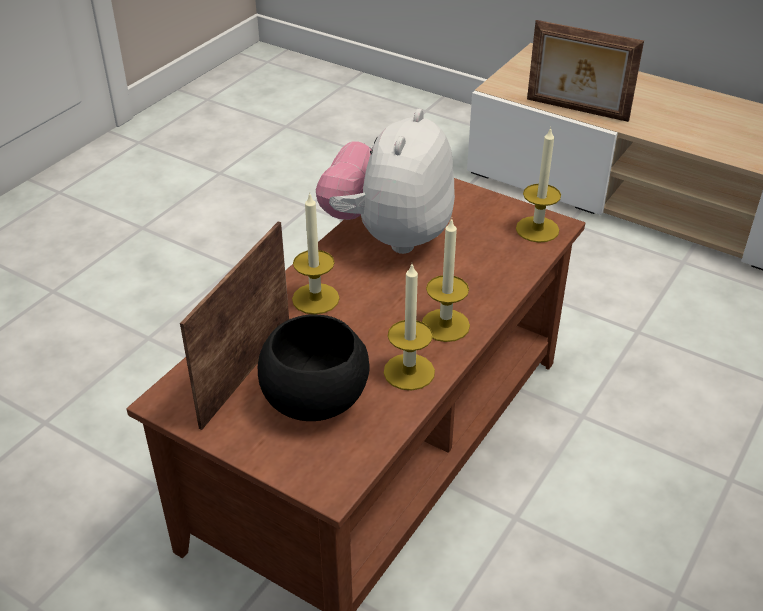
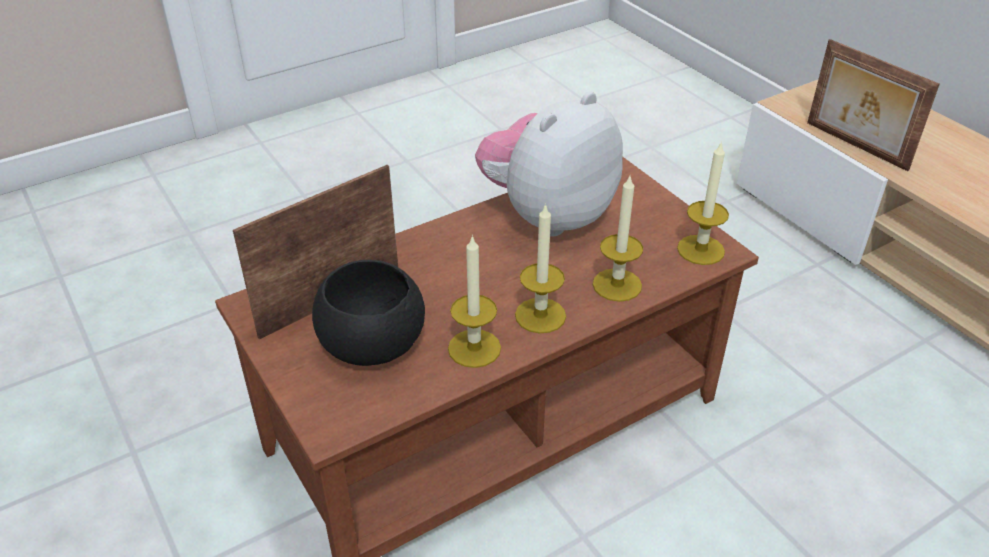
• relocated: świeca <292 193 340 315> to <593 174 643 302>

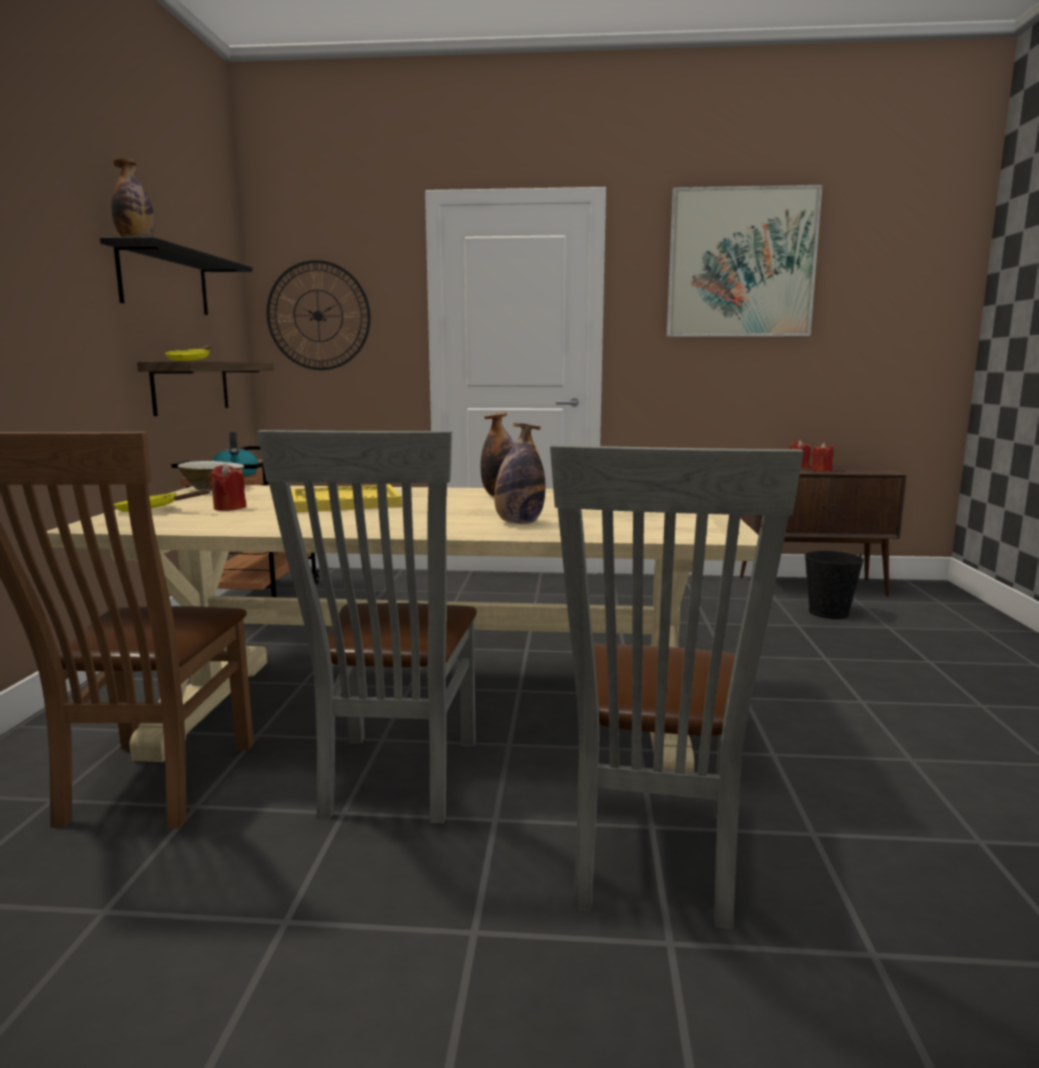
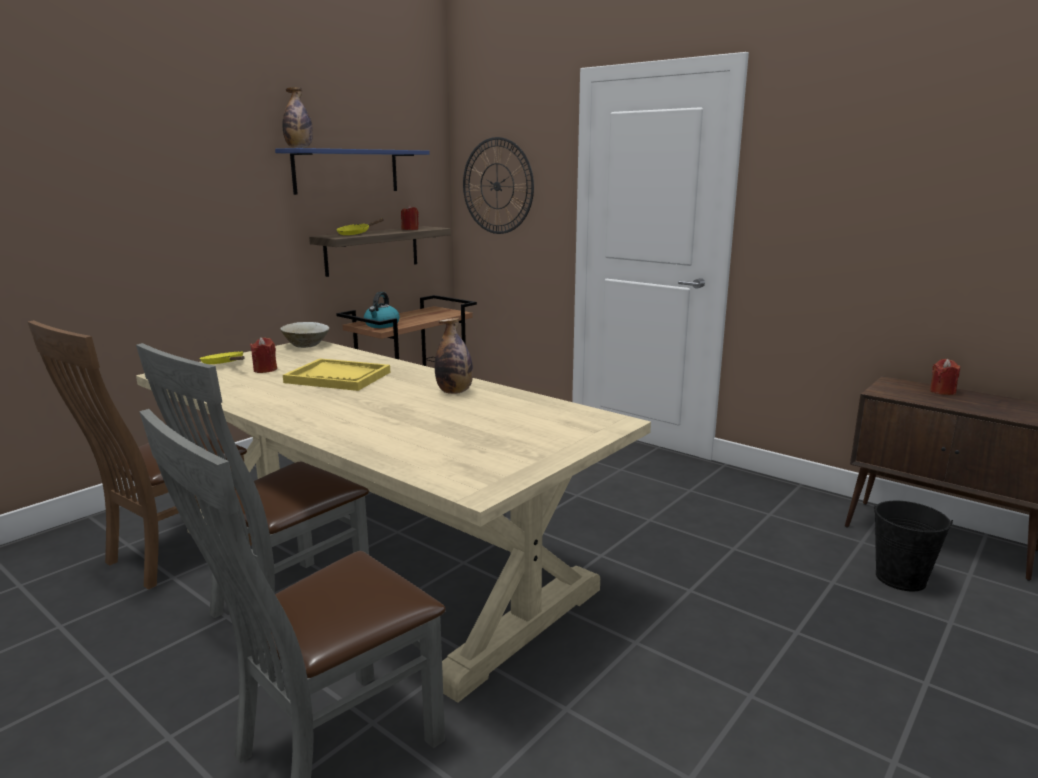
• colour: półka (czarny) <100 237 253 315> to półka (niebieski) <275 148 430 195>
• missing: butelka <494 423 546 524>
• missing: obraz <667 185 823 337>
• relocated: świeca (czerwony) <812 442 833 472> to <401 205 419 230>

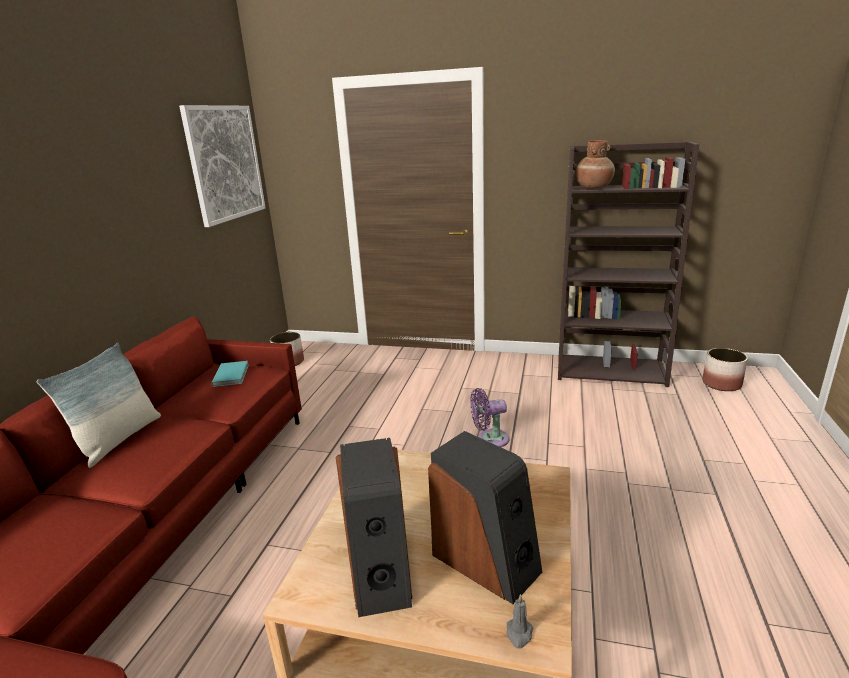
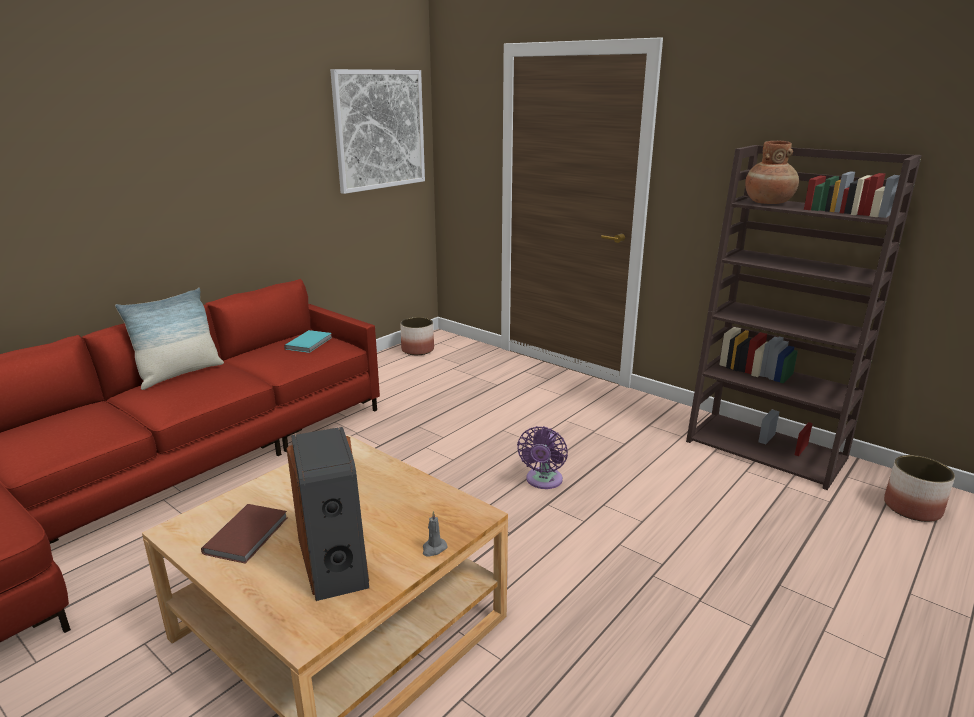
• exchanged: głośnik <336 438 412 617> to książka (brązowy) <201 504 287 564>
• spun: wentylator (fioletowy) <470 388 509 447> = <517 426 568 489> 90 degrees counterclockwise
• relocated: świeca (szary) <506 594 533 649> to <423 511 448 556>

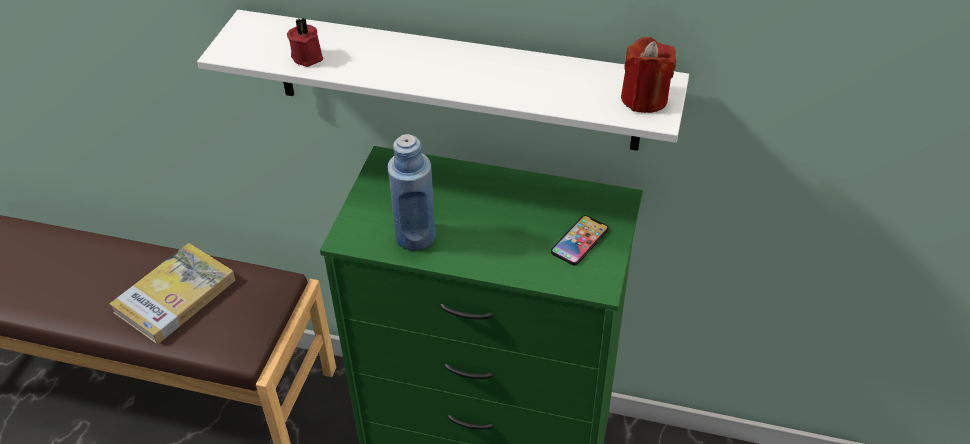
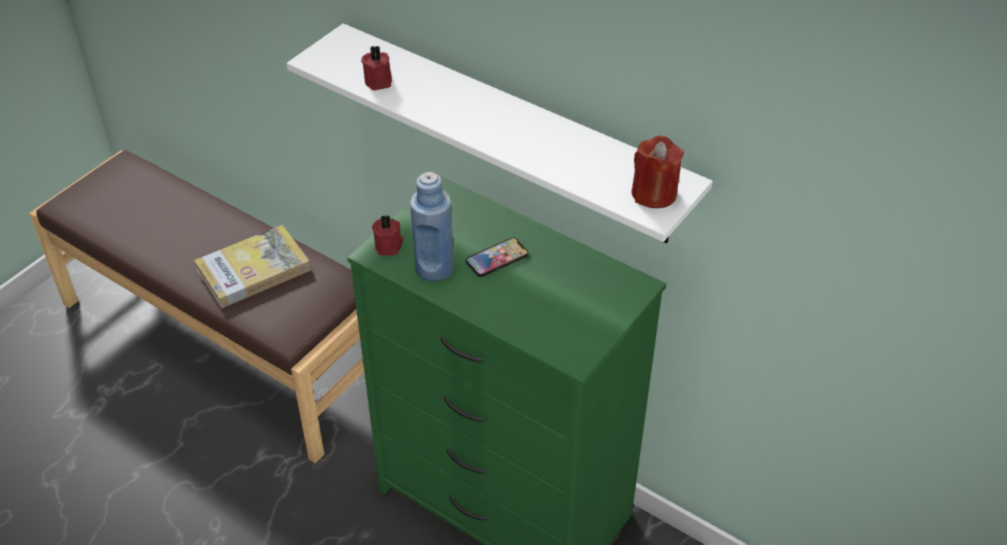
• relocated: telefon <551 215 609 265> to <466 238 529 277>
• appeared: świeca (czerwony) <372 215 404 256>

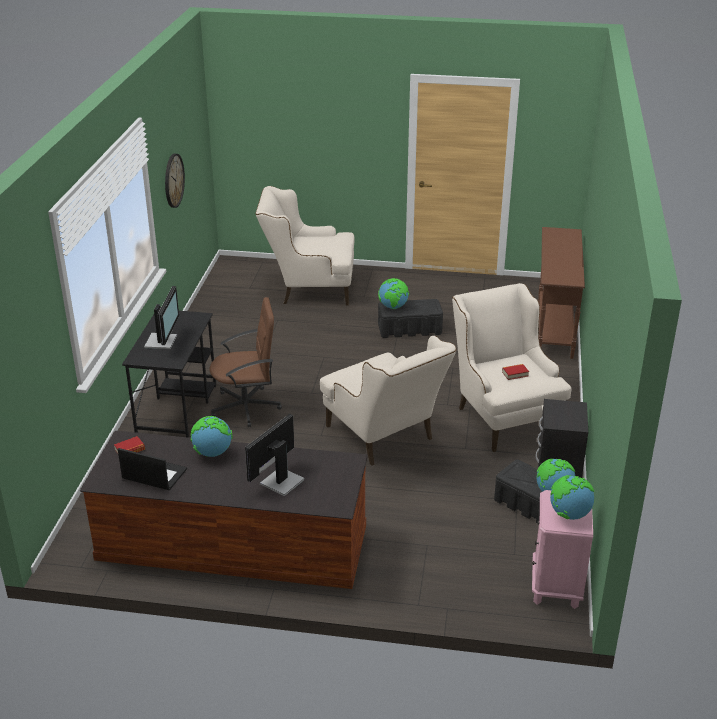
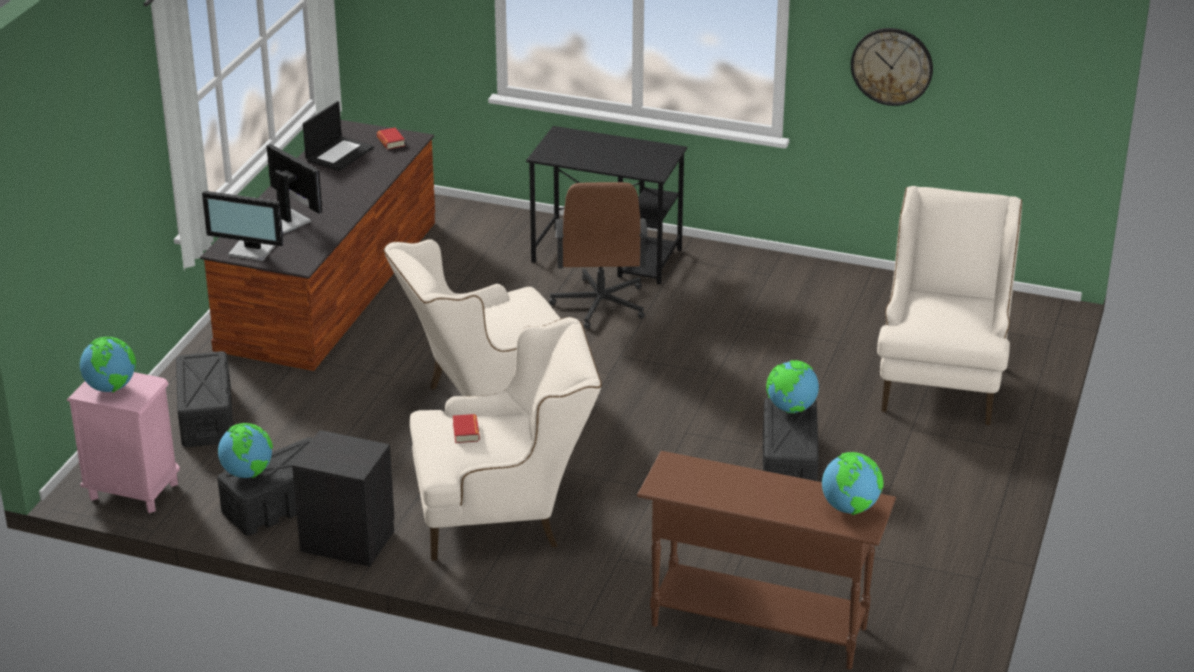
• relocated: monitor <144 286 179 350> to <202 191 283 261>
• relocated: globus <191 416 232 457> to <822 452 883 515>
• appeared: pojemnik do przechowywania (czarny) <176 351 233 447>

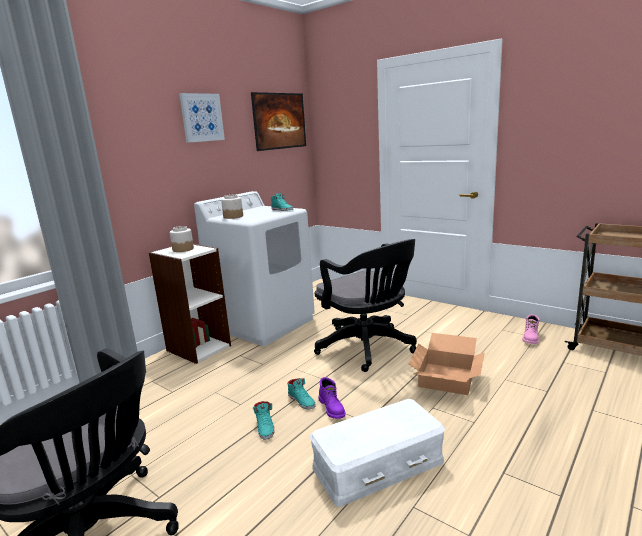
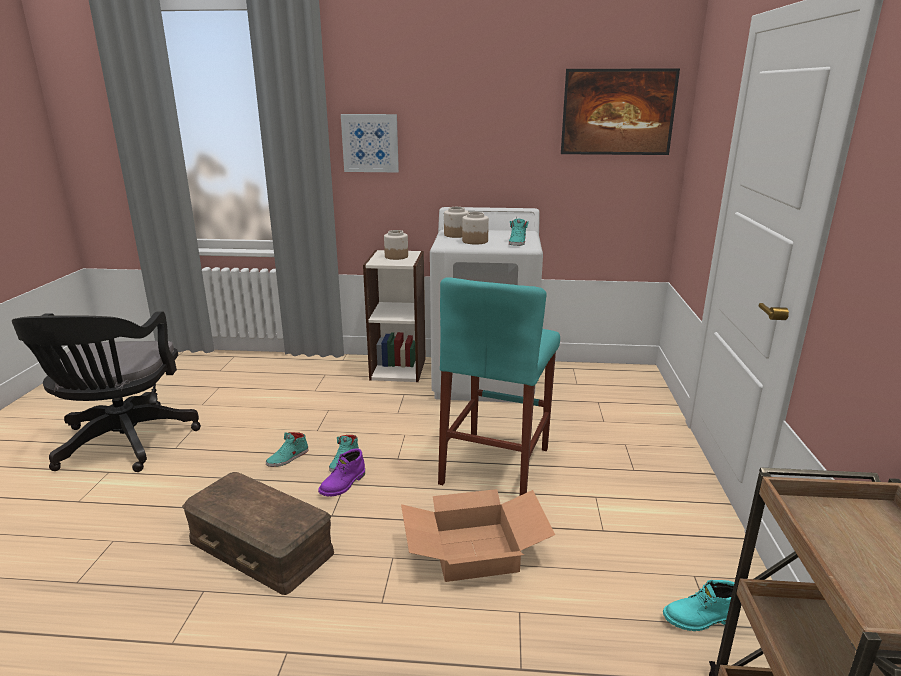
• relocated: obraz <179 93 225 143> to <341 114 399 172>
• colour: pojemnik do przechowywania (biały) <309 399 445 507> to pojemnik do przechowywania (brązowy) <182 472 334 595>
• exchanged: krzesło biurowe (czarny) <314 239 417 372> to stołek (turkusowy) <438 277 560 496>
• colour: but z cholewką (różowy) <522 314 540 344> to but z cholewką (turkusowy) <663 580 735 631>
• appeared: słoik <462 212 489 244>

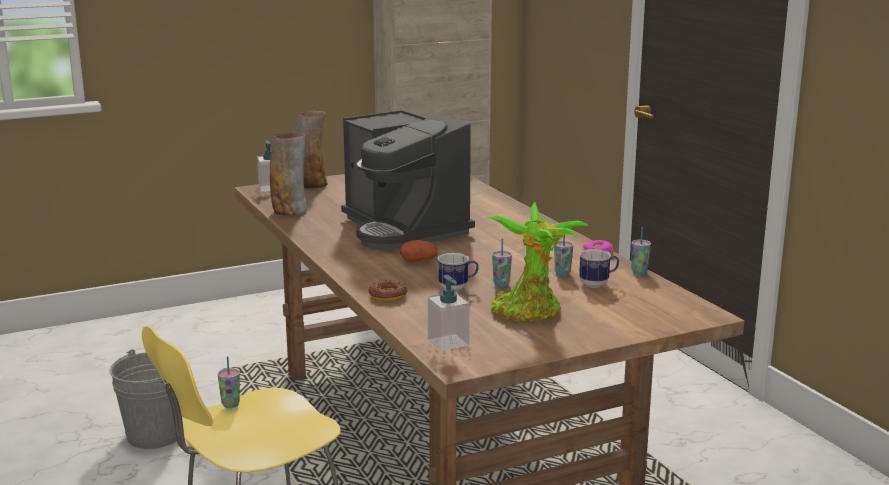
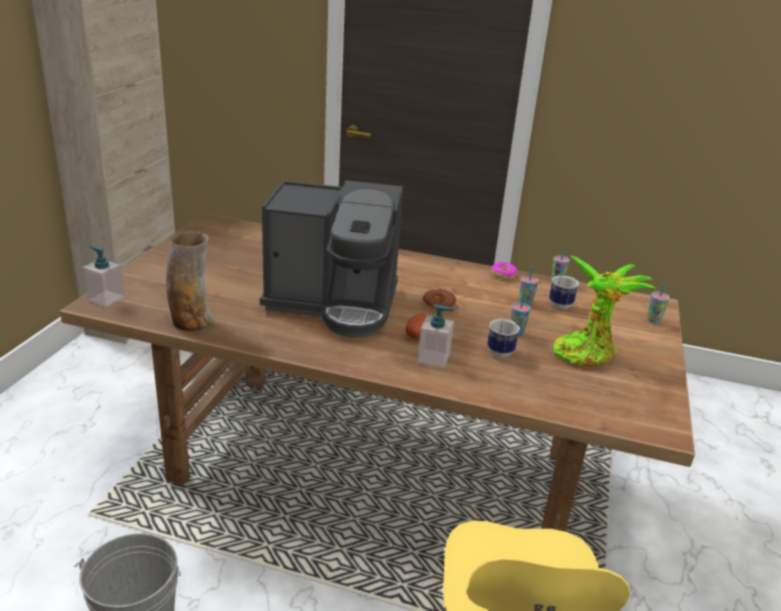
• relocated: filiżanka <218 356 240 408> to <647 283 669 323>
• missing: wazon <295 110 328 188>
• relocated: donut <369 280 408 301> to <423 289 456 309>
• relocated: dozownik mydła <428 275 470 351> to <417 304 454 368>

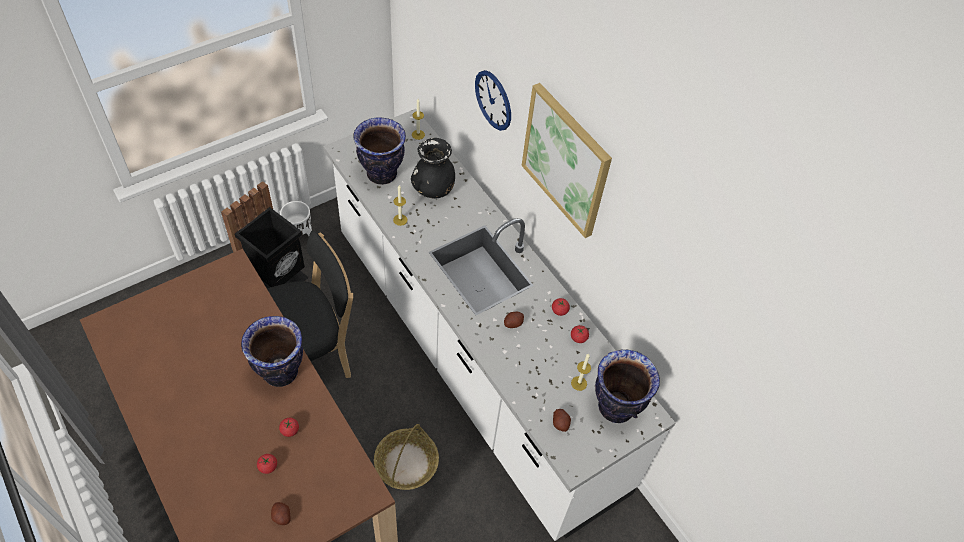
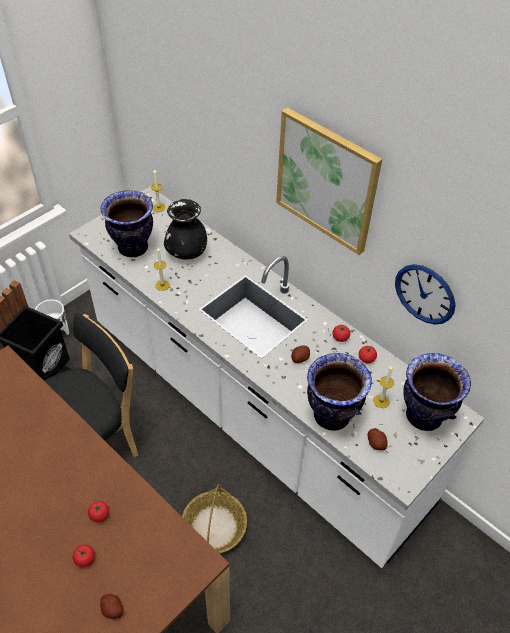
• relocated: wazon <241 316 303 387> to <307 353 372 431>
• relocated: zegar ścienny <475 70 511 131> to <395 264 456 325>

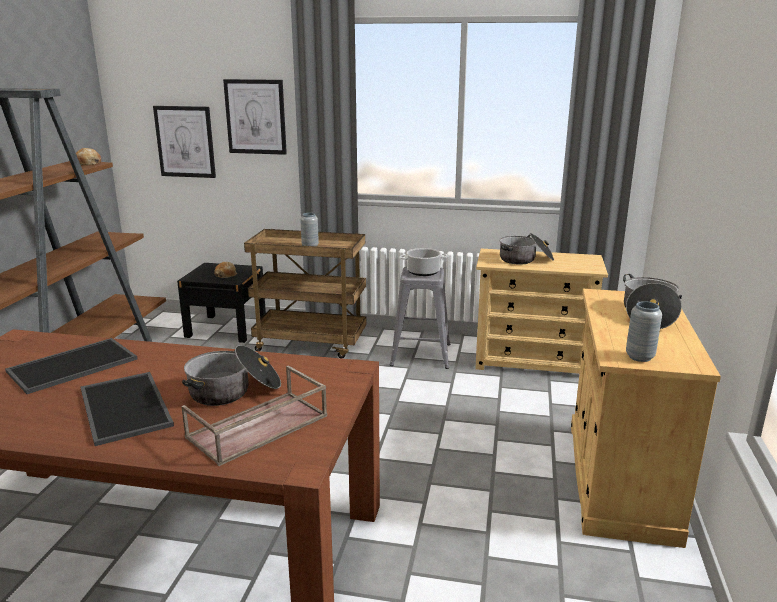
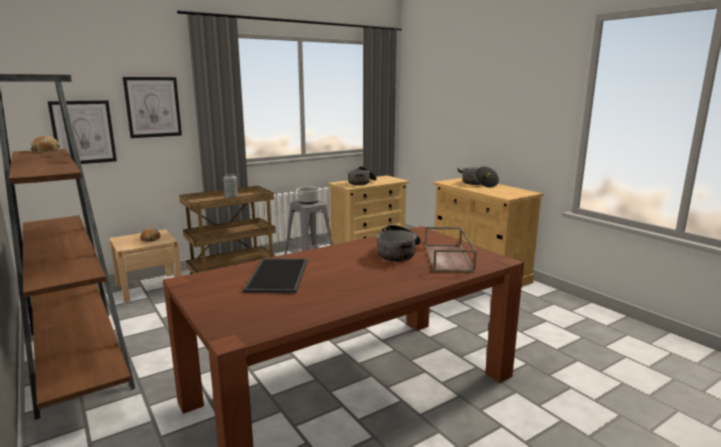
• missing: taca <80 372 174 446>
• colour: szafka nocna (czarny) <177 263 266 343> to szafka nocna (beżowy) <109 229 182 302>
• missing: wazon (szary) <626 301 662 362>

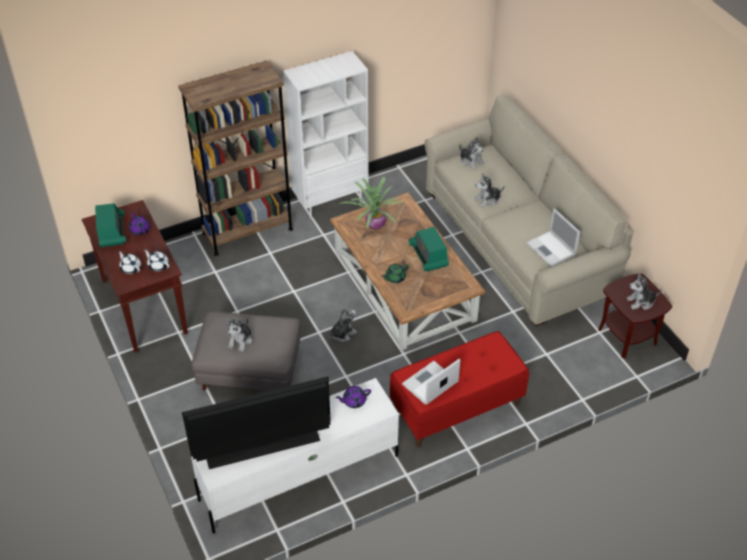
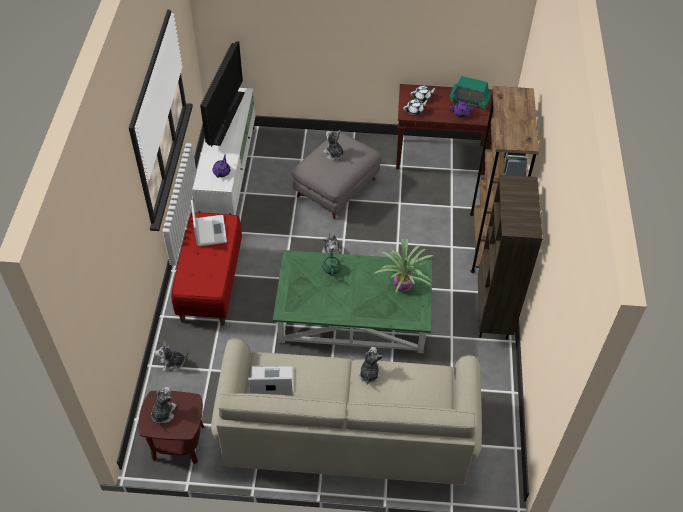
• colour: regał (biały) <283 51 369 219> to regał (brązowy) <478 175 543 340>
• colour: ława (brązowy) <330 193 485 350> to ława (zielony) <273 250 432 353>
• missing: radio <408 227 449 272>
• relocated: pluszak <459 137 484 169> to <155 341 188 372>

